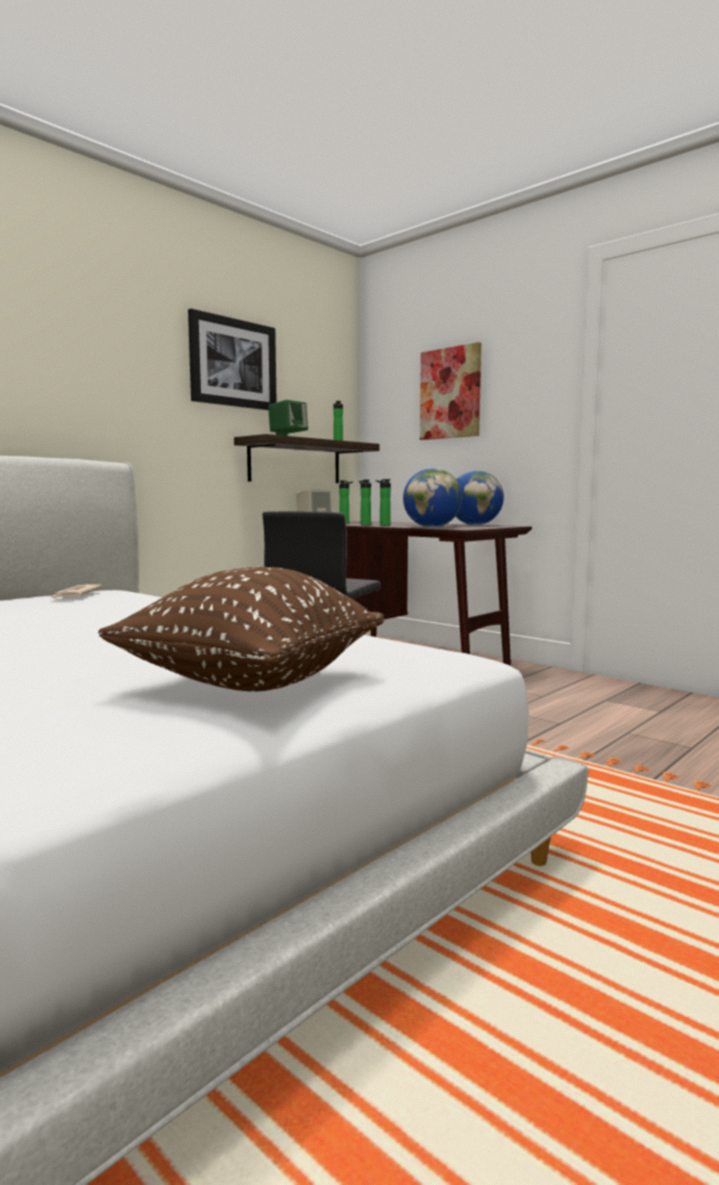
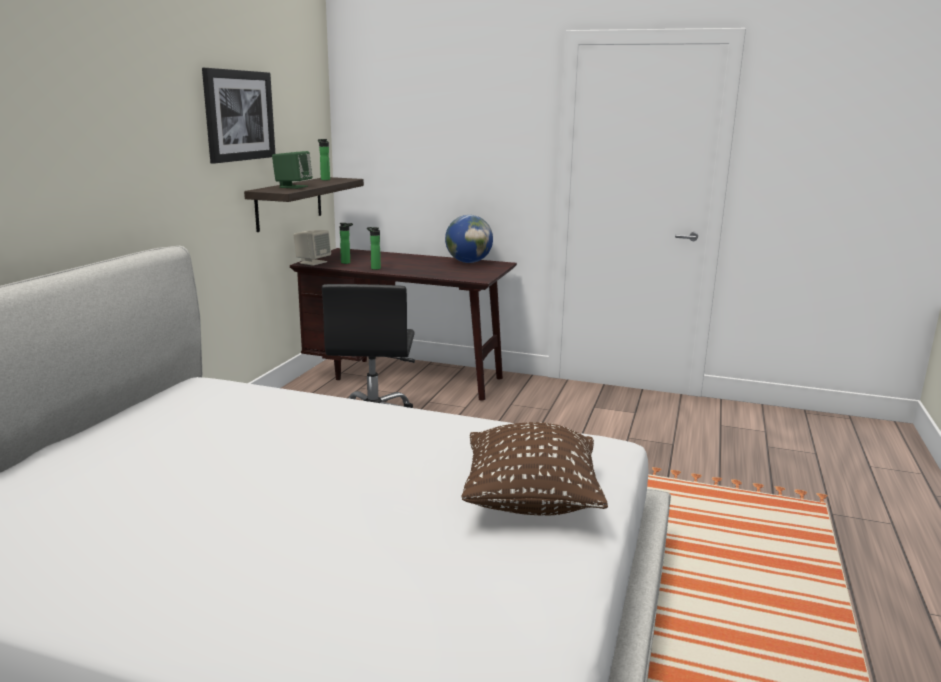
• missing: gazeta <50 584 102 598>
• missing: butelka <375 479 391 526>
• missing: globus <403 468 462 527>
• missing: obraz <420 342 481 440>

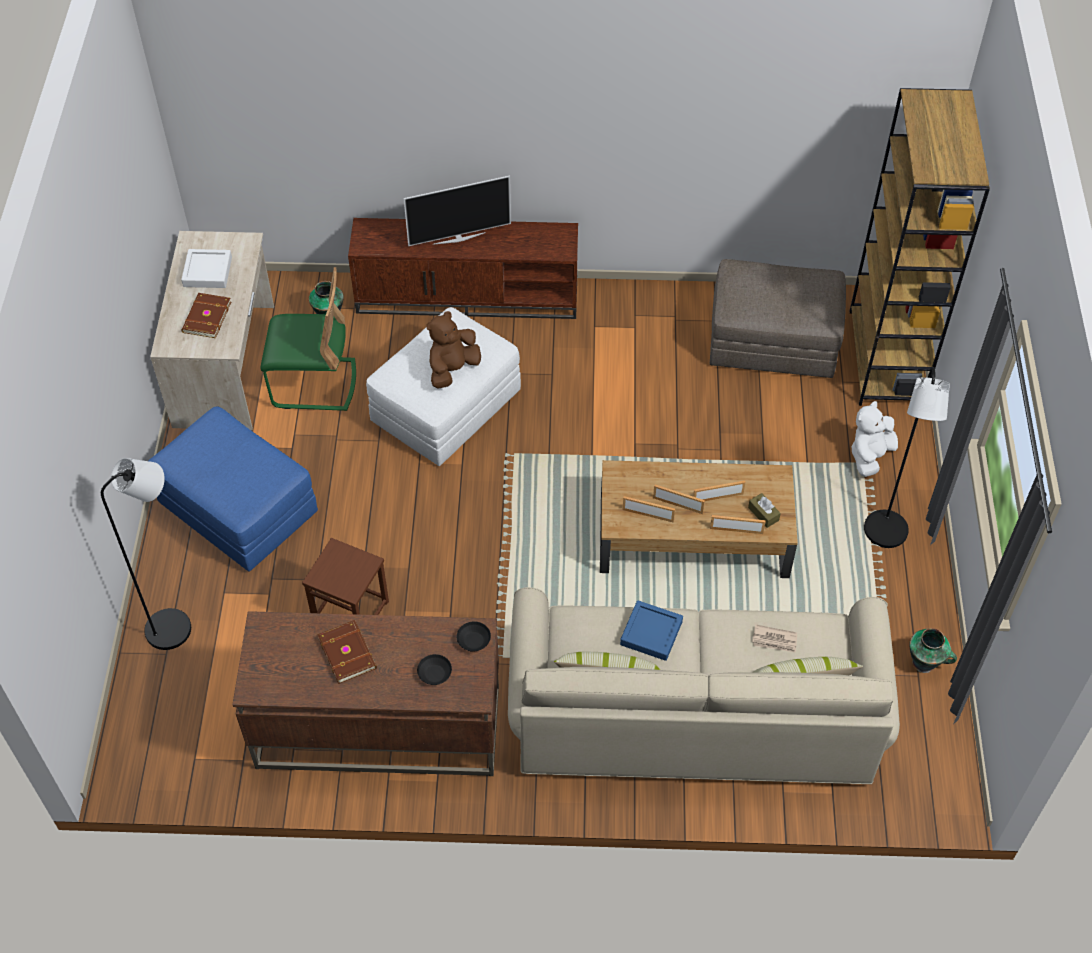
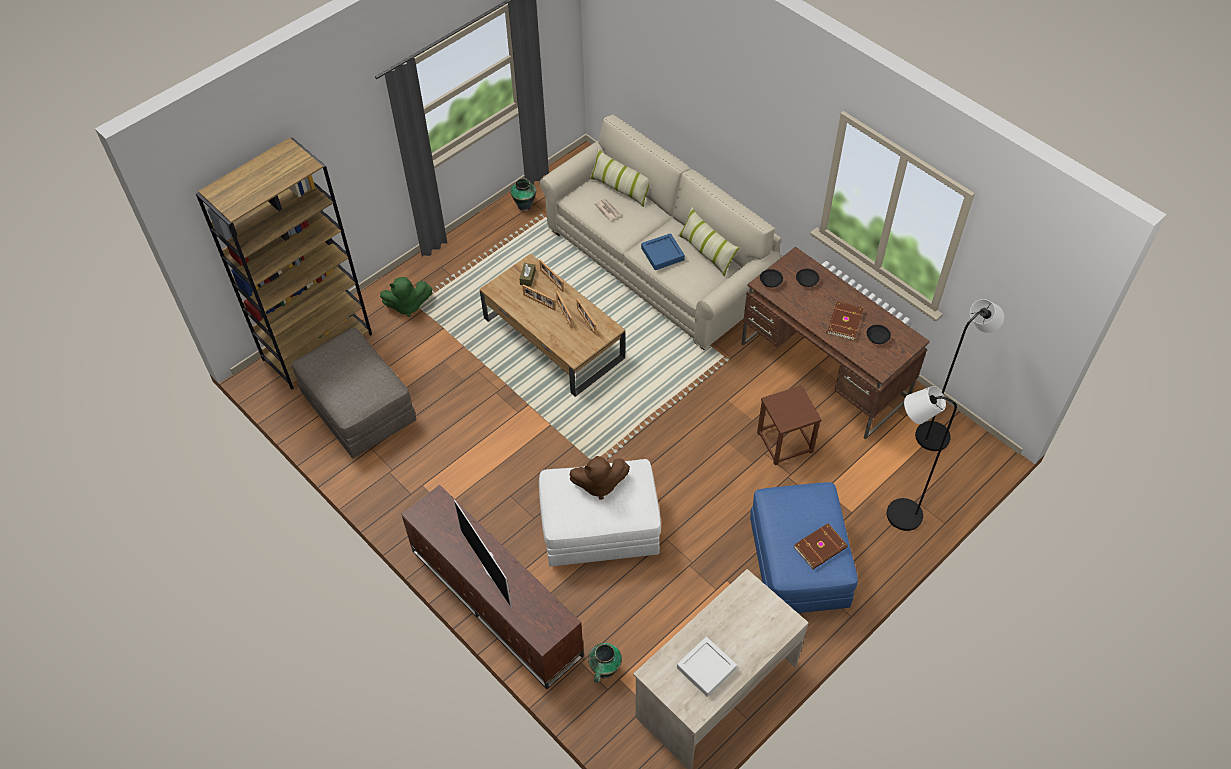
• relocated: książka (brązowy) <182 293 231 338> to <794 523 848 569>
• missing: krzesło (zielony) <260 267 356 411>
• spun: telewizor <404 176 511 246> = <454 499 512 608> 150 degrees counterclockwise
• colour: pluszak (biały) <851 401 898 477> to pluszak (zielony) <380 277 432 317>
• relocated: lampa stojąca (czarny) <864 367 950 548> to <915 299 1004 451>
• appeared: miska (czarny) <866 325 891 344>

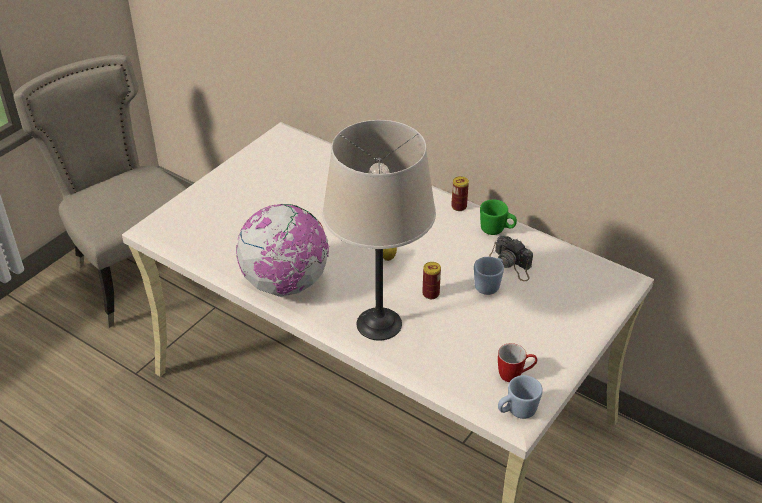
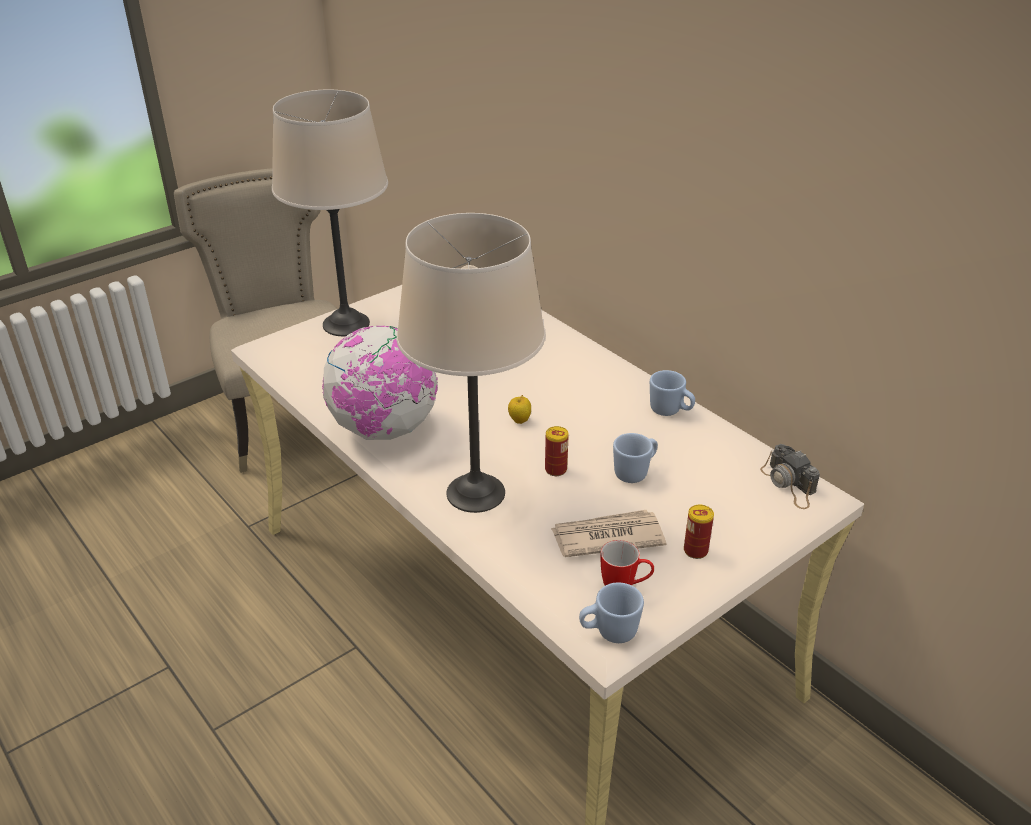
• relocated: puszka <451 176 469 211> to <684 505 714 559>
• colour: kubek (zielony) <480 199 517 235> to kubek (niebieski) <650 370 695 416>
• relocated: aparat fotograficzny <489 235 533 281> to <760 444 820 509>
• appeared: lampa stołowa (beżowy) <272 90 388 336>
• appeared: gazeta <551 510 666 557>

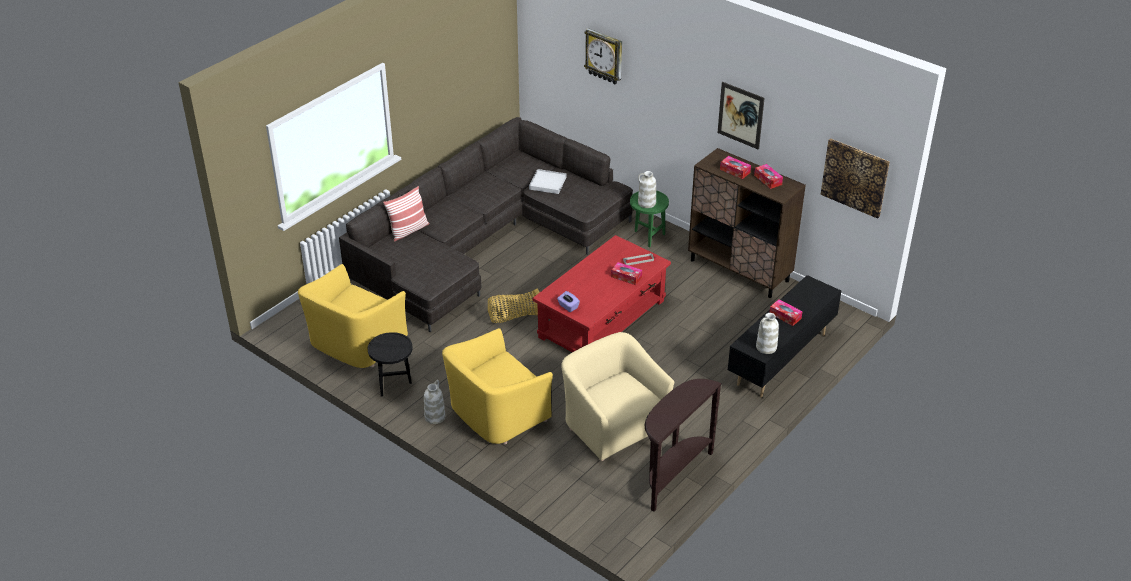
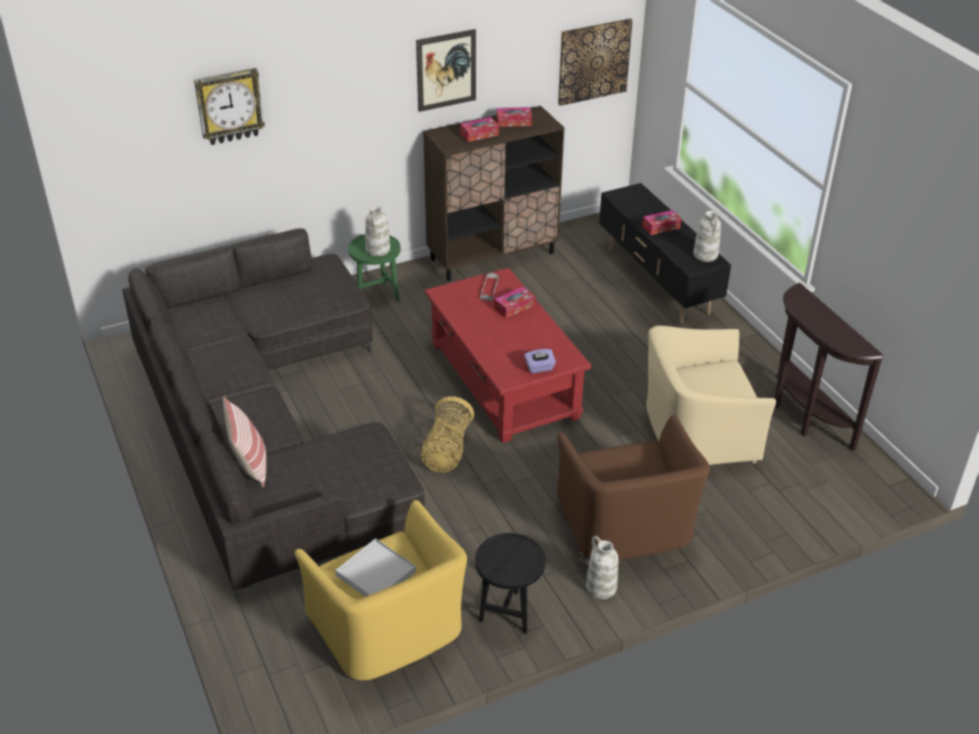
• colour: fotel (żółty) <442 328 553 445> to fotel (brązowy) <557 415 710 560>
• relocated: taca (biały) <529 169 567 194> to <335 538 416 597>

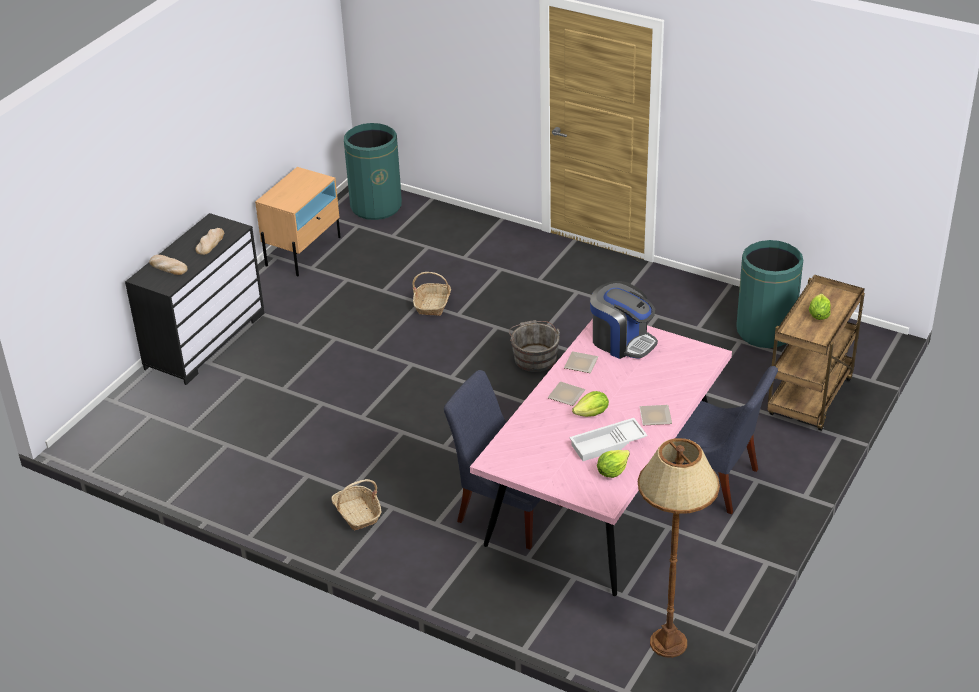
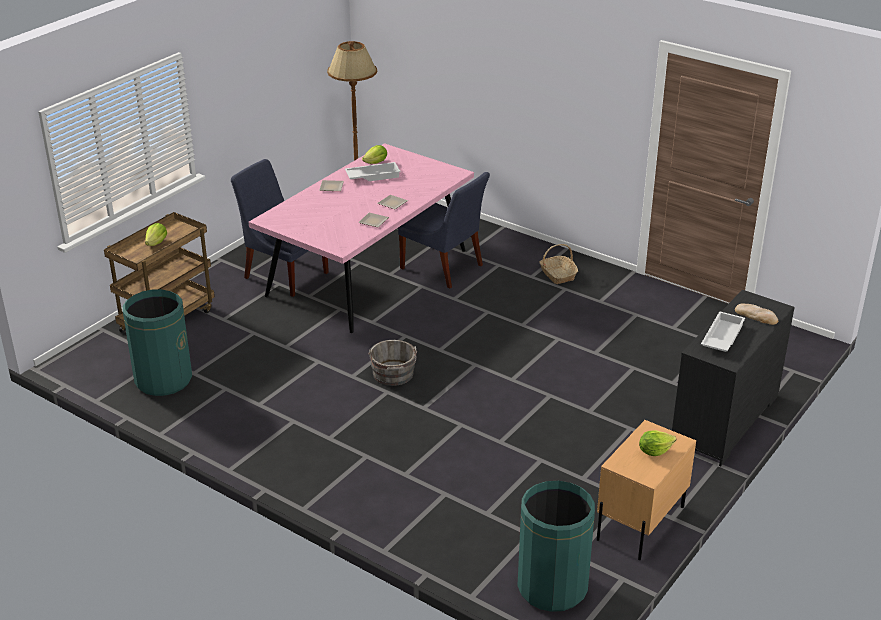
• exchanged: chleb <196 228 224 255> to taca (biały) <701 311 745 352>
• missing: koszyk <412 272 451 316>
• relocated: sałata <572 391 609 417> to <639 430 676 456>
• missing: ekspres do kawy <590 281 658 359>

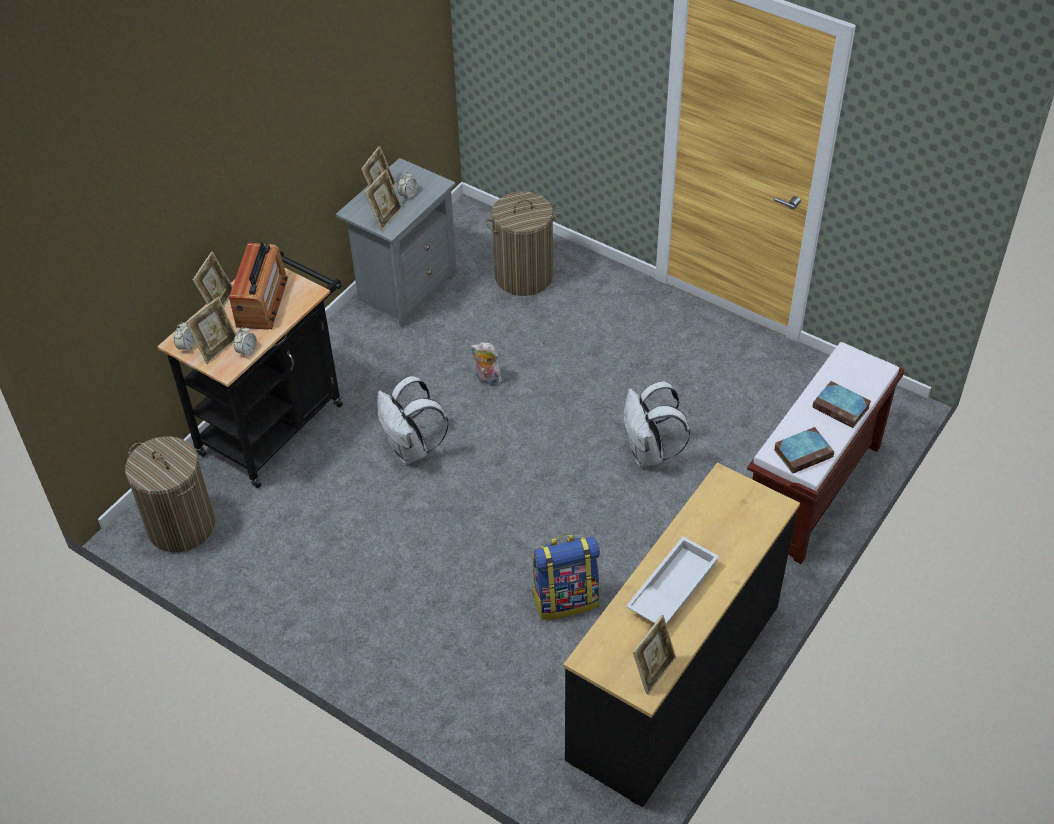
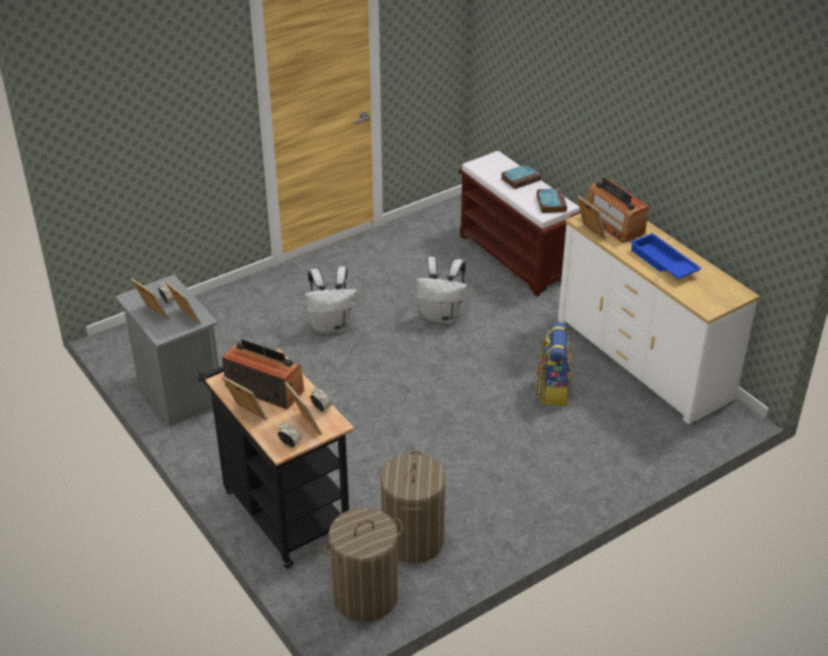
• relocated: plecak (biały) <377 376 449 464> to <305 266 357 334>
• missing: pluszak <470 342 502 386>
• relocated: kosz na pranie <485 191 559 296> to <380 451 446 563>
• colour: komoda (czarny) <563 463 800 807> to komoda (biały) <558 213 760 425>
• colour: taca (biały) <626 536 719 624> to taca (niebieski) <630 233 702 279>
• relocated: ramka na zdjęcie <633 615 676 695> to <577 195 606 240>
• appeared: radio <587 178 649 243>

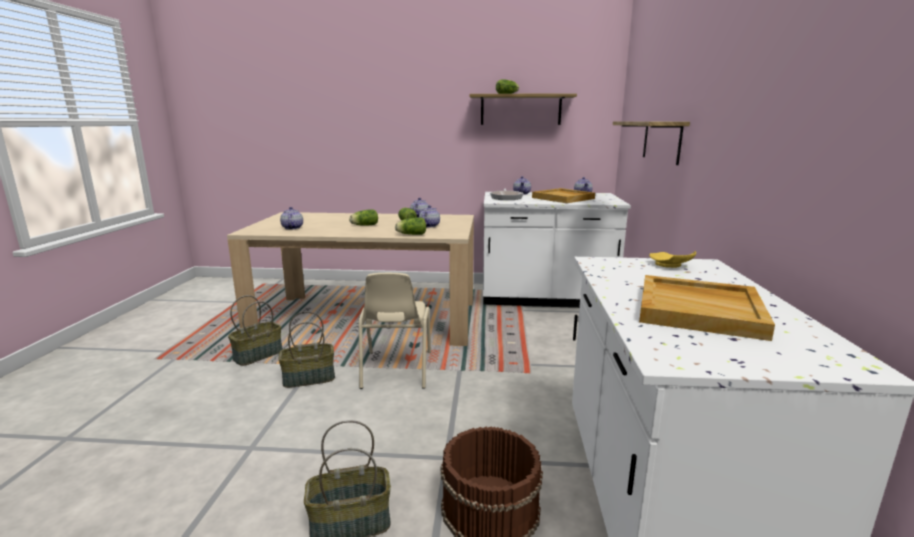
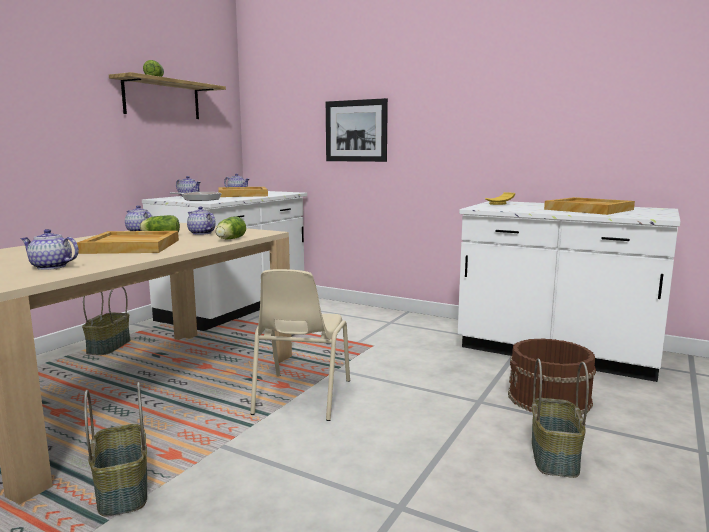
• relocated: koszyk <278 311 335 388> to <82 287 130 355>
• exchanged: sałata <349 209 378 226> to taca (beżowy) <77 231 179 254>
• spun: krzesło (beżowy) <359 273 431 389> = <250 269 350 421> 75 degrees clockwise
• exchanged: półka <613 121 690 165> to obraz <326 98 388 162>

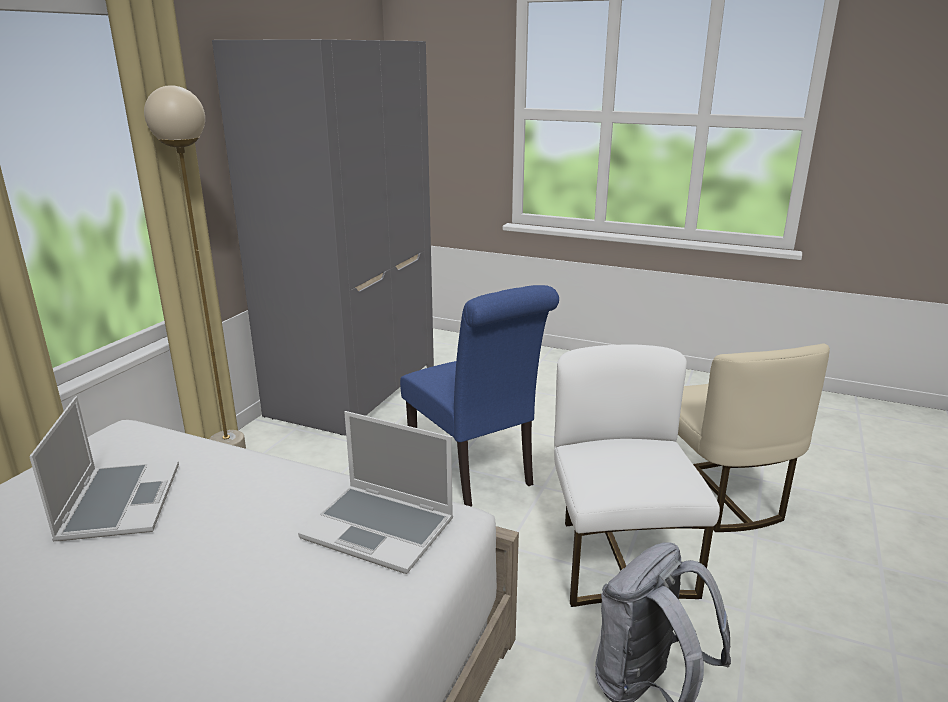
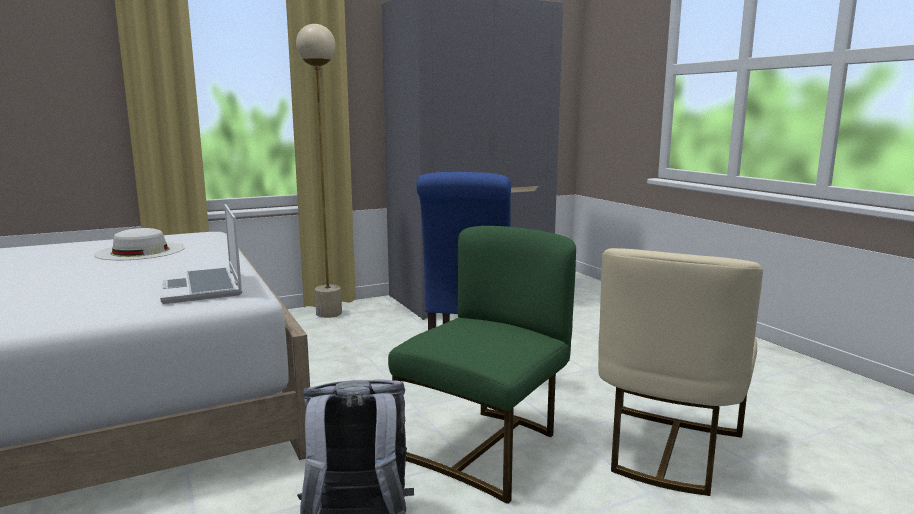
• exchanged: laptop <29 396 179 541> to kapelusz (biały) <94 228 185 260>
• colour: krzesło (biały) <554 344 720 607> to krzesło (zielony) <388 226 576 504>

